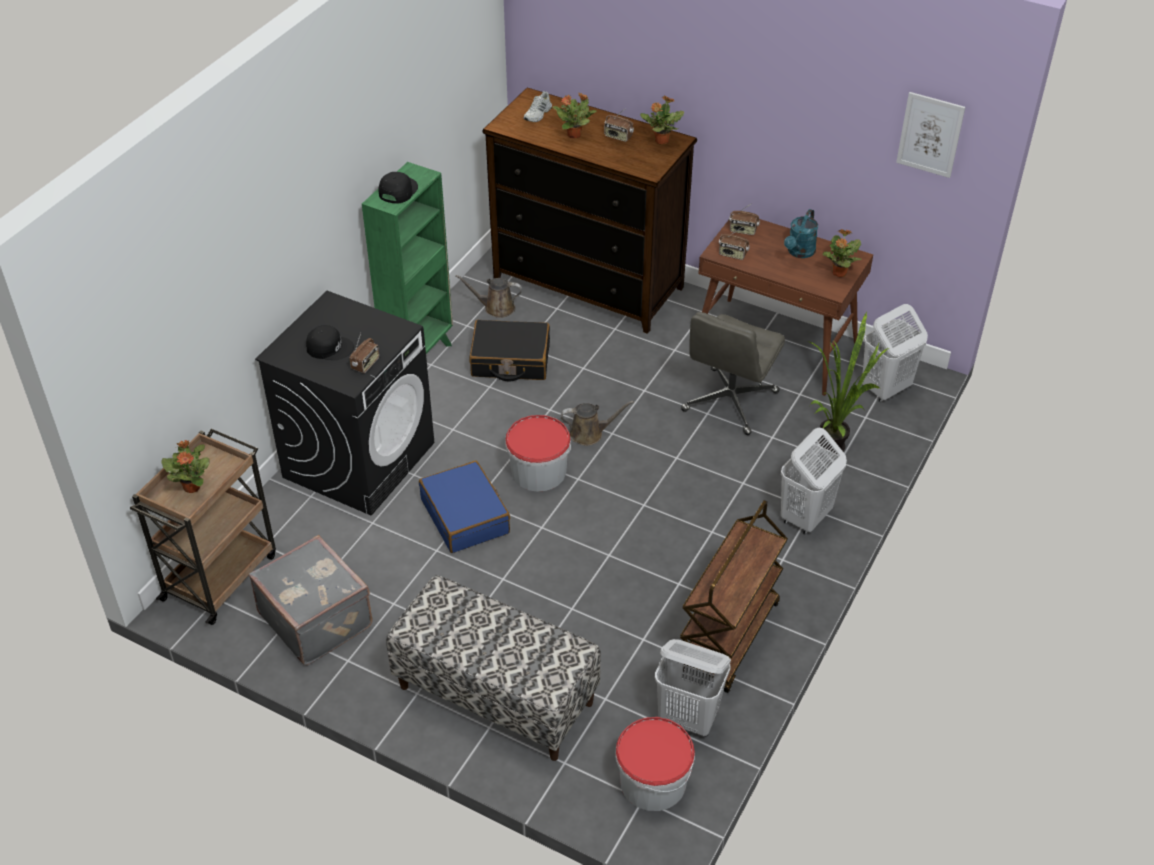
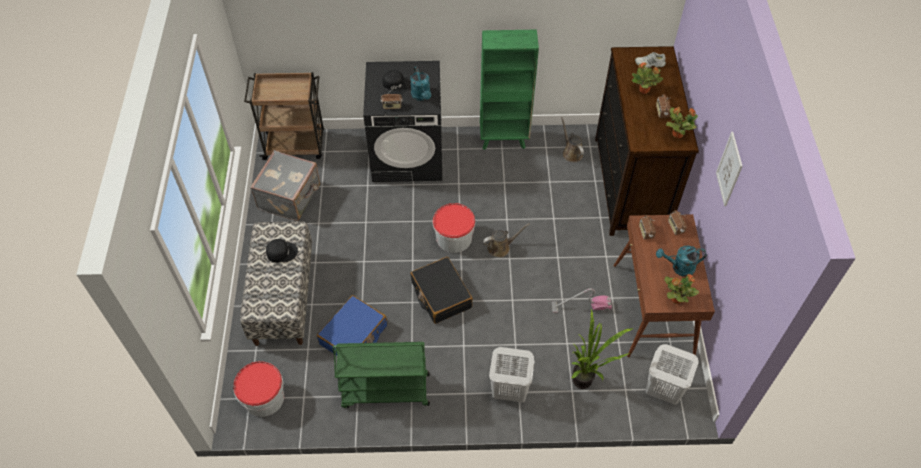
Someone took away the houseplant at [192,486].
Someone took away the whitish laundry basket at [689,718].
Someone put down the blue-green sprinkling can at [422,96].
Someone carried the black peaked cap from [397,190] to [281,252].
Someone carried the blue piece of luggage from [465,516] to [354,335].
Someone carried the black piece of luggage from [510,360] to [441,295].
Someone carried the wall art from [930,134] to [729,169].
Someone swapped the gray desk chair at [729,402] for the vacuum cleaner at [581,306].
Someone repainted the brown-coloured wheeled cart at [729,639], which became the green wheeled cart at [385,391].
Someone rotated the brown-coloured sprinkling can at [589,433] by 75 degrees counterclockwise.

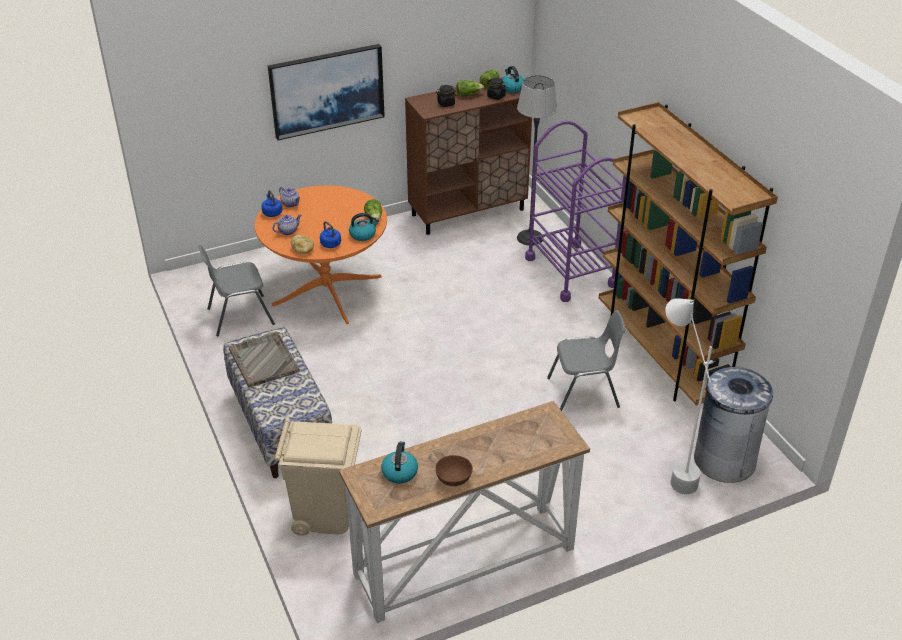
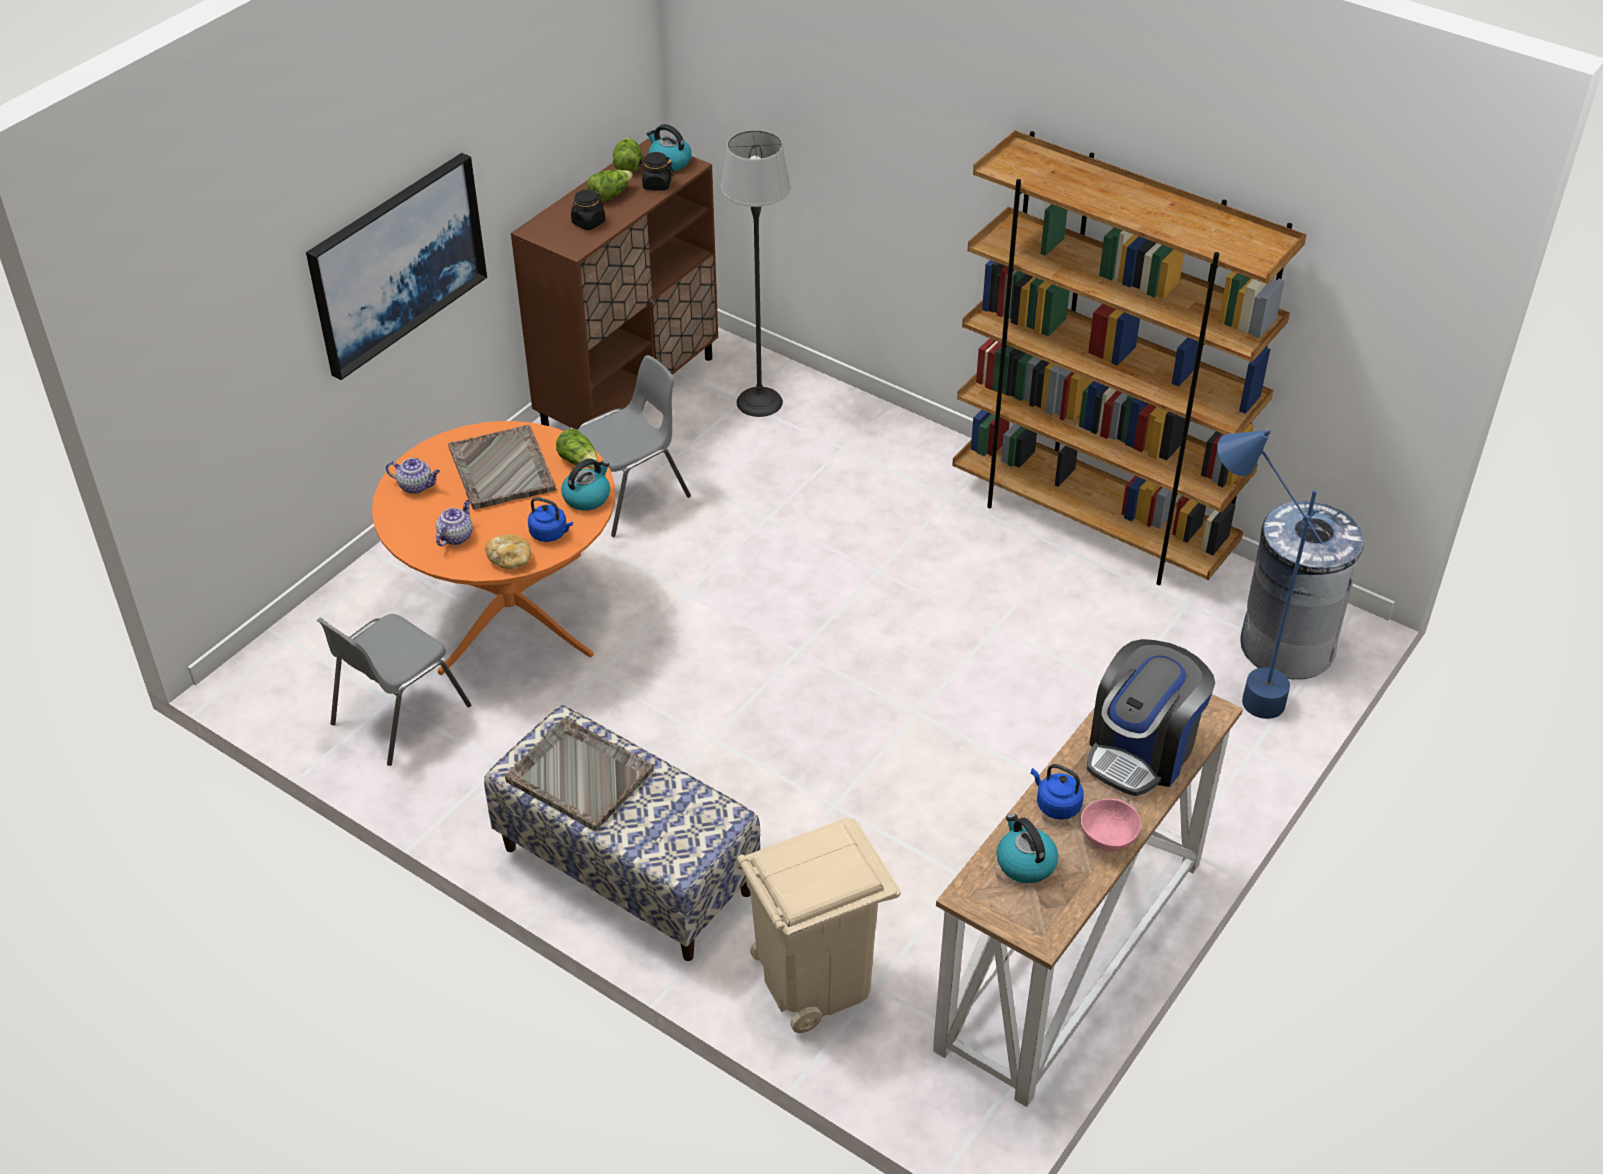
Someone took away the purple-coloured wheeled cart at [571,271].
Someone put down the gray serving tray at [502,470].
Someone put down the coffee machine at [1142,750].
Someone carried the blue tea kettle from [272,212] to [1056,805].
Someone carried the gray chair from [584,393] to [631,495].
Someone repainted the brown-coloured serving bowl at [453,480], which became the pink-coloured serving bowl at [1107,840].
Someone repainted the whitish standing lamp at [670,468], which became the blue standing lamp at [1230,688].

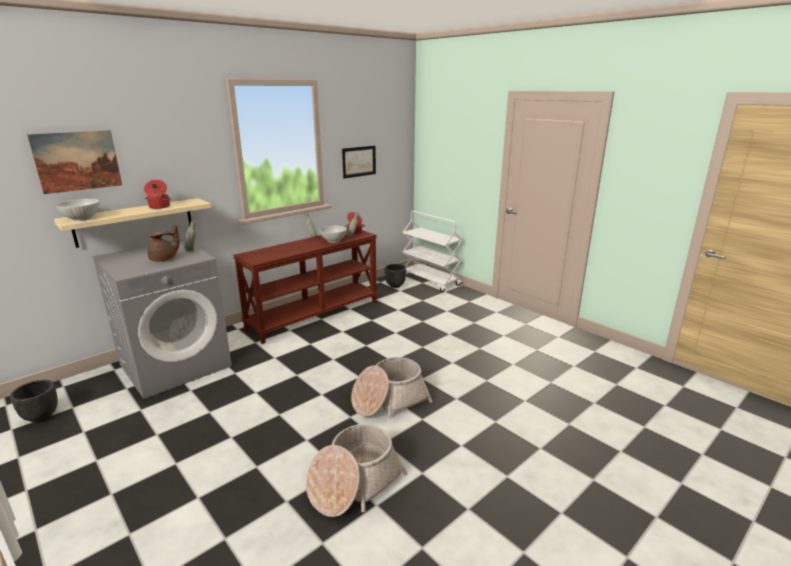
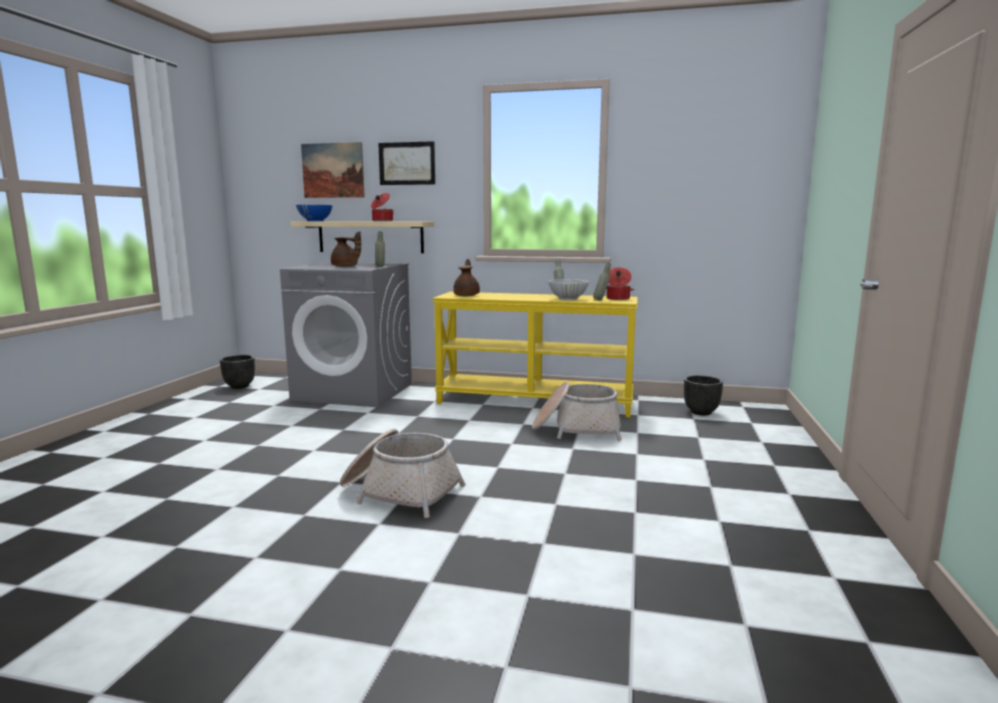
Someone took away the whitish wheeled cart at [430,280].
Someone put down the brown-coloured pot for tea at [467,295].
Someone carried the basket from [354,483] to [576,429].
Someone carried the wall art from [359,161] to [407,163].
Someone repainted the whitish serving bowl at [82,219], which became the blue serving bowl at [315,221].
Someone repainted the brown-coloured narrow table at [314,315], which became the yellowish narrow table at [535,402].

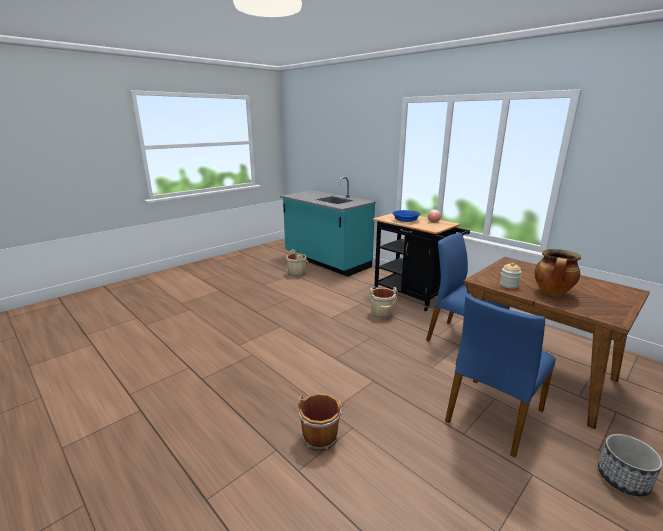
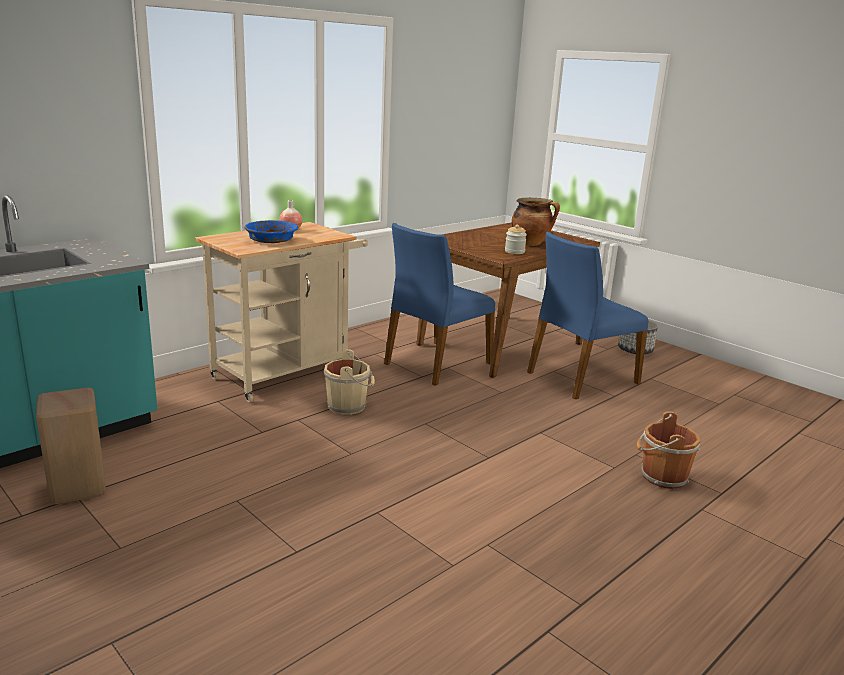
Someone swapped the beige water bucket at [297,273] for the beige sitting stool at [76,489].
Someone repainted the black wheeled cart at [414,296], which became the beige wheeled cart at [288,372].
Someone rotated the blue chair at [493,415] by 105 degrees clockwise.

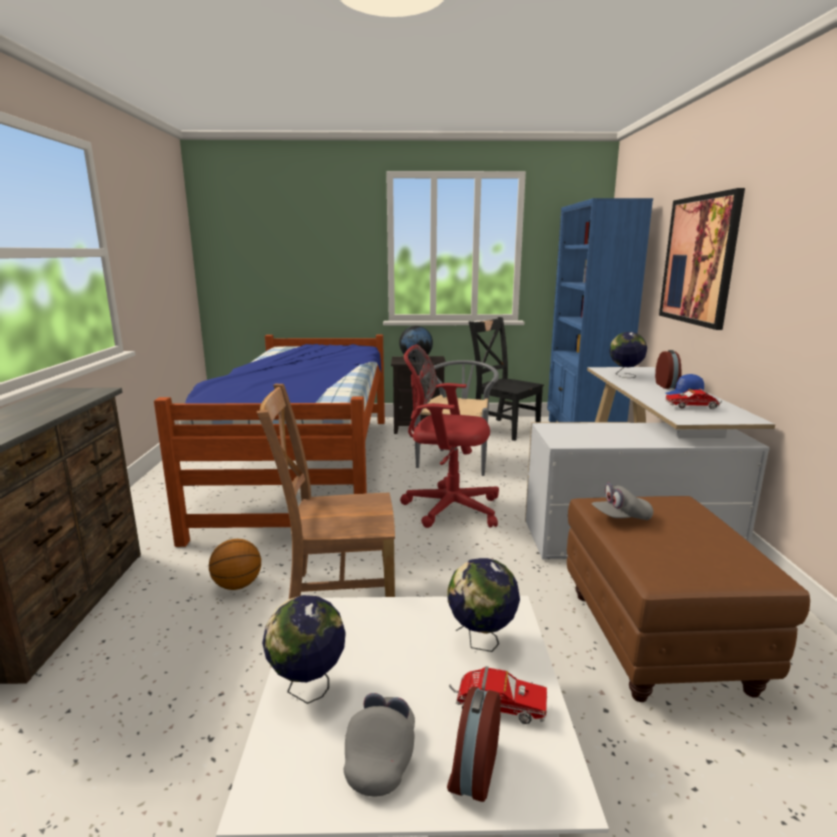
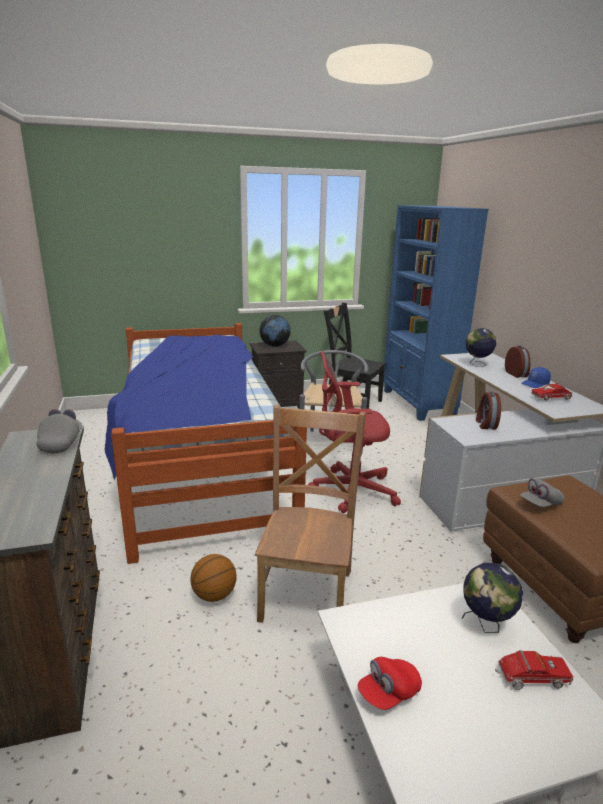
Someone took away the wall art at [699,260].
Someone carried the gray peaked cap from [381,756] to [61,443].
Someone carried the bedside clock from [472,769] to [485,424].
Someone swapped the desk globe at [308,689] for the red-coloured peaked cap at [388,693].
Someone rotated the brown-coloured chair at [336,596] by 120 degrees clockwise.

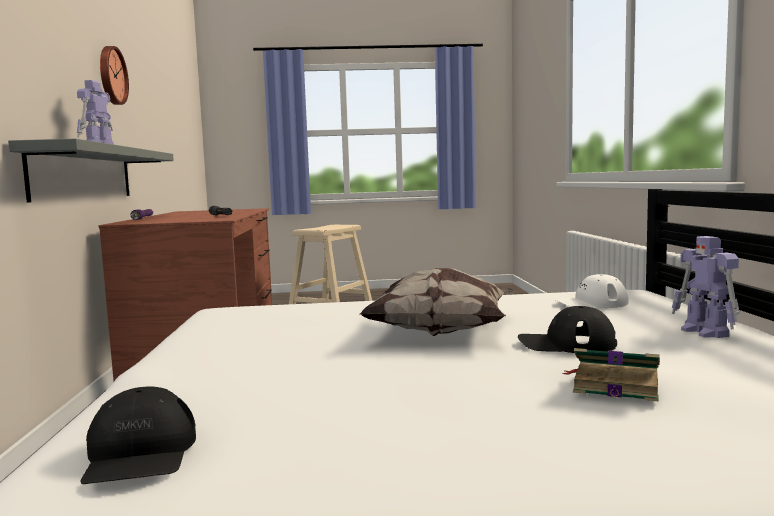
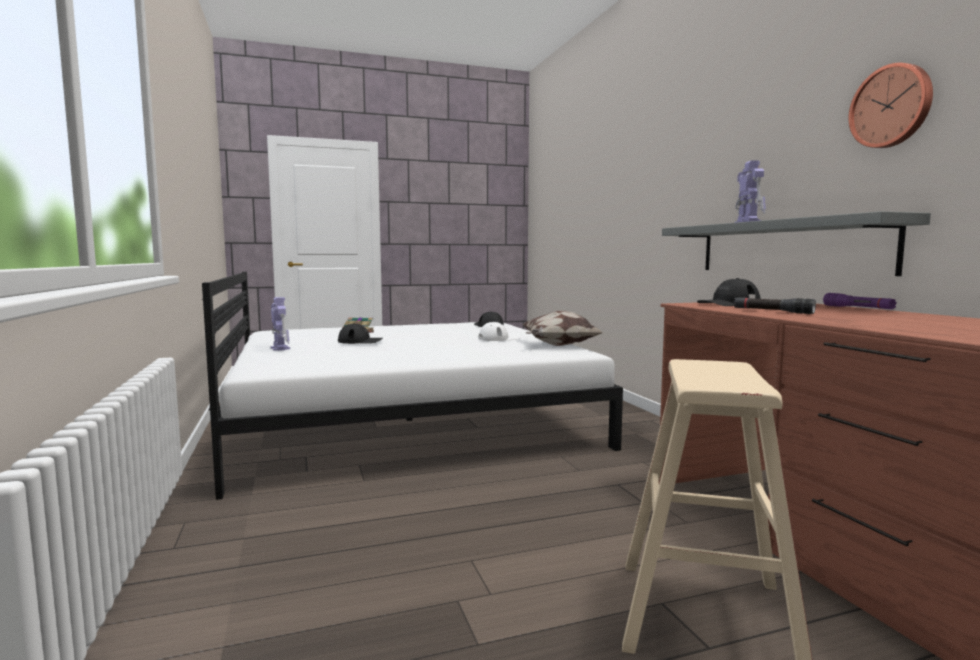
Someone put down the black peaked cap at [728,304].
Someone carried the pillow from [443,332] to [559,345].
Someone carried the whitish peaked cap from [591,303] to [499,338].

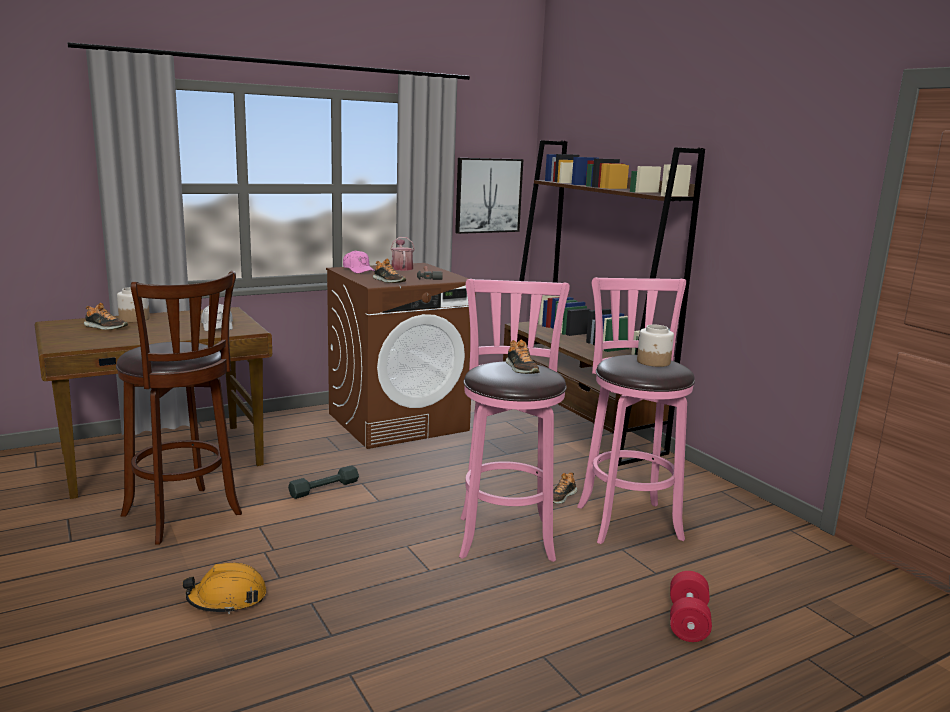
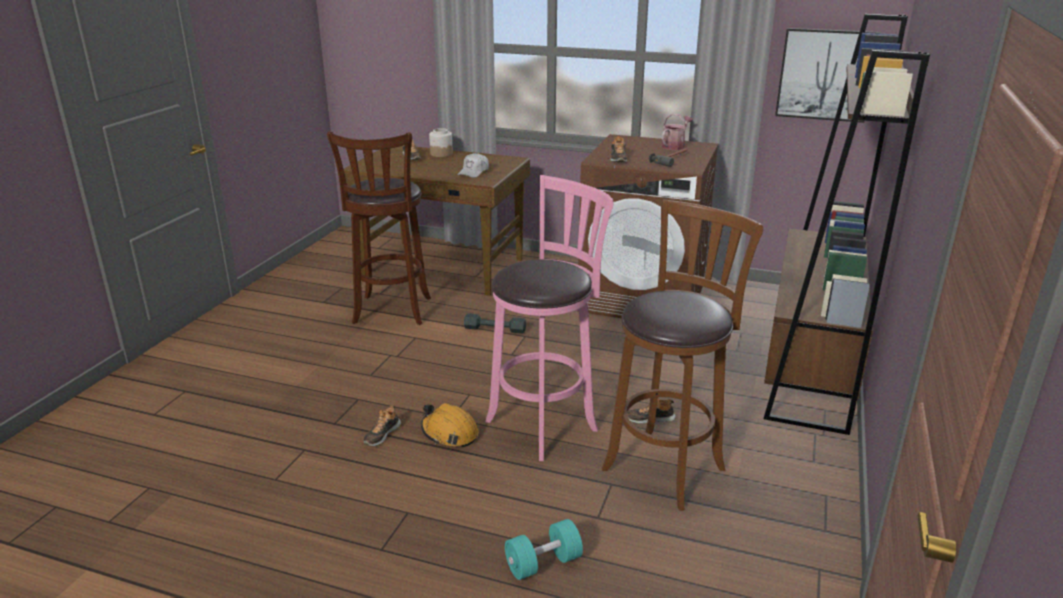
Someone took away the pink-coloured peaked cap at [358,270].
Someone took away the jar at [653,362].
Someone carried the orange-coloured hard hat from [227,599] to [449,433].
Someone carried the low shoe from [521,369] to [381,434].
Someone repainted the pink-coloured sitting stool at [626,519], which became the brown-coloured sitting stool at [667,466].
Someone repainted the red-coloured hand weight at [687,621], which became the blue-green hand weight at [543,563].

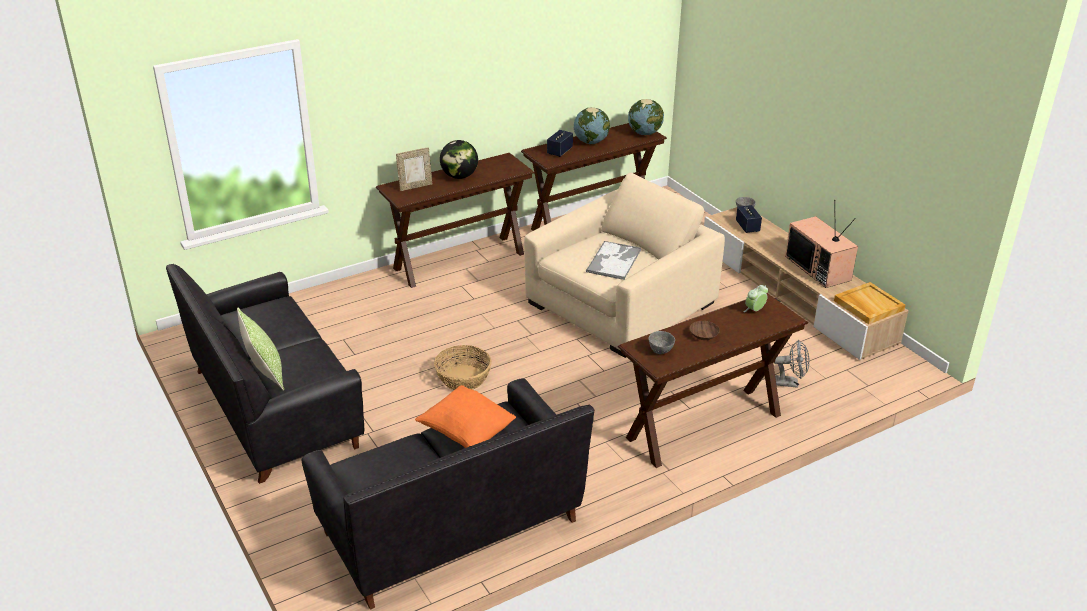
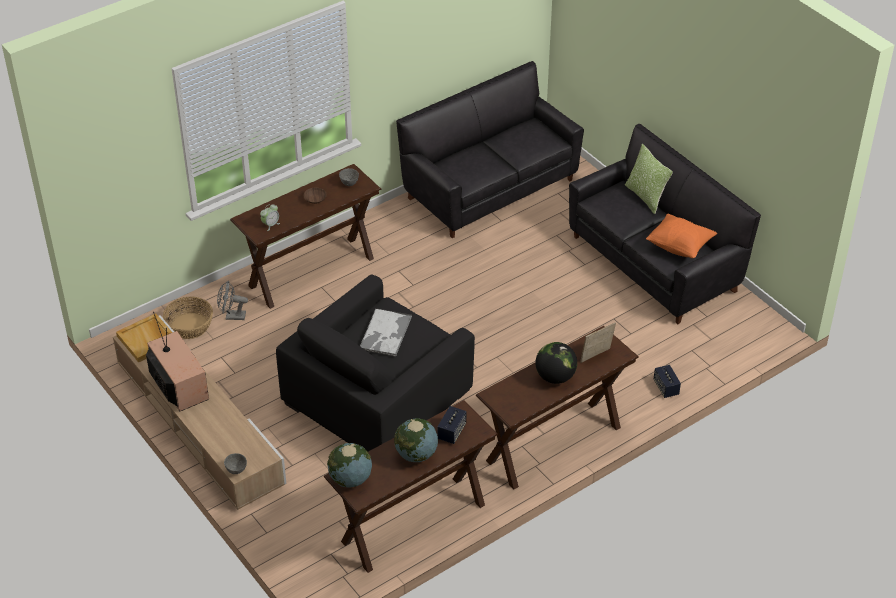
Someone carried the orange-coloured pillow from [466,433] to [679,247].
Someone carried the basket from [463,378] to [190,326].
Someone carried the speaker from [747,227] to [666,388].
Someone repainted the beige lounge chair at [621,304], which became the black lounge chair at [377,395].

